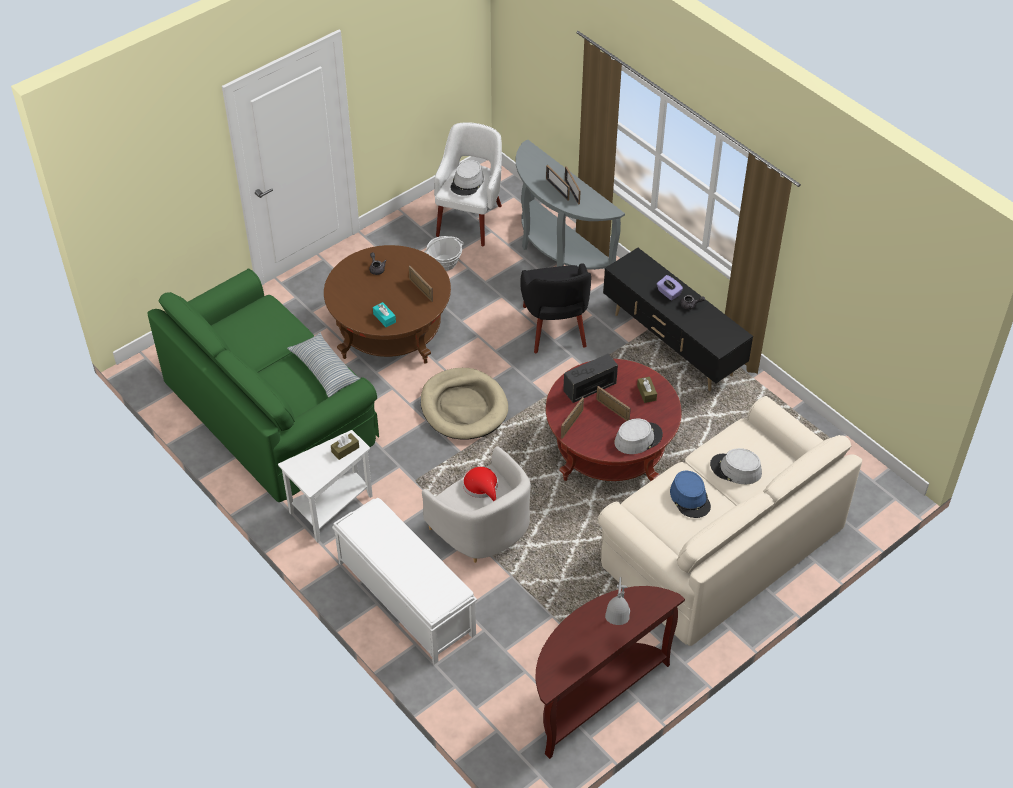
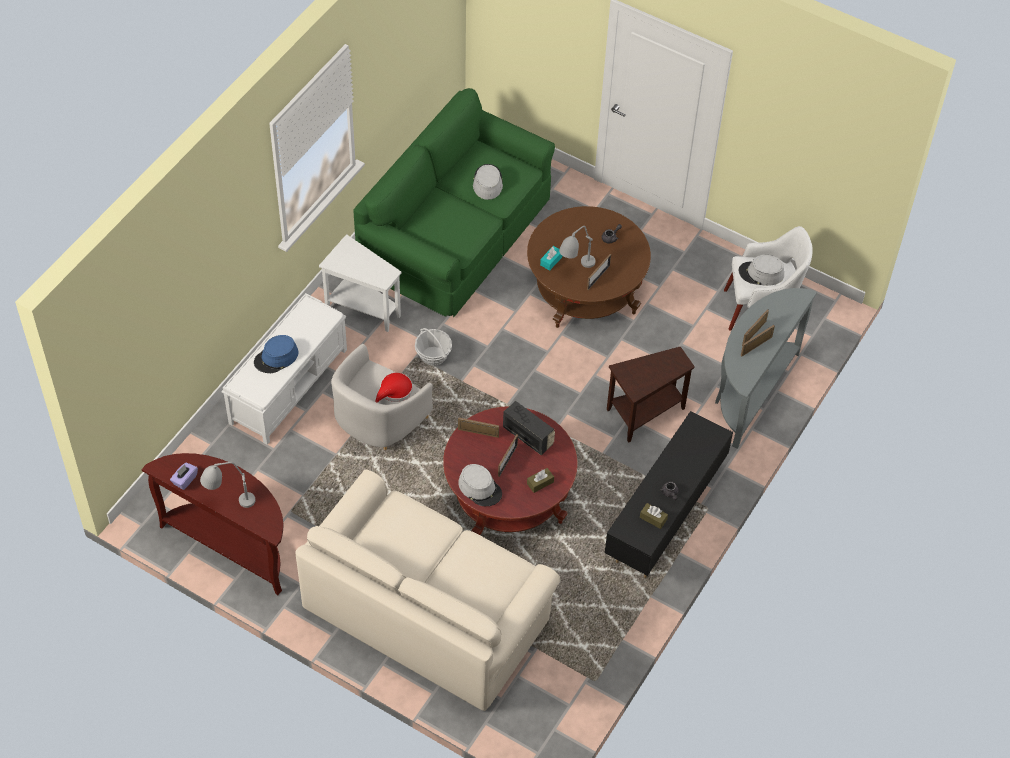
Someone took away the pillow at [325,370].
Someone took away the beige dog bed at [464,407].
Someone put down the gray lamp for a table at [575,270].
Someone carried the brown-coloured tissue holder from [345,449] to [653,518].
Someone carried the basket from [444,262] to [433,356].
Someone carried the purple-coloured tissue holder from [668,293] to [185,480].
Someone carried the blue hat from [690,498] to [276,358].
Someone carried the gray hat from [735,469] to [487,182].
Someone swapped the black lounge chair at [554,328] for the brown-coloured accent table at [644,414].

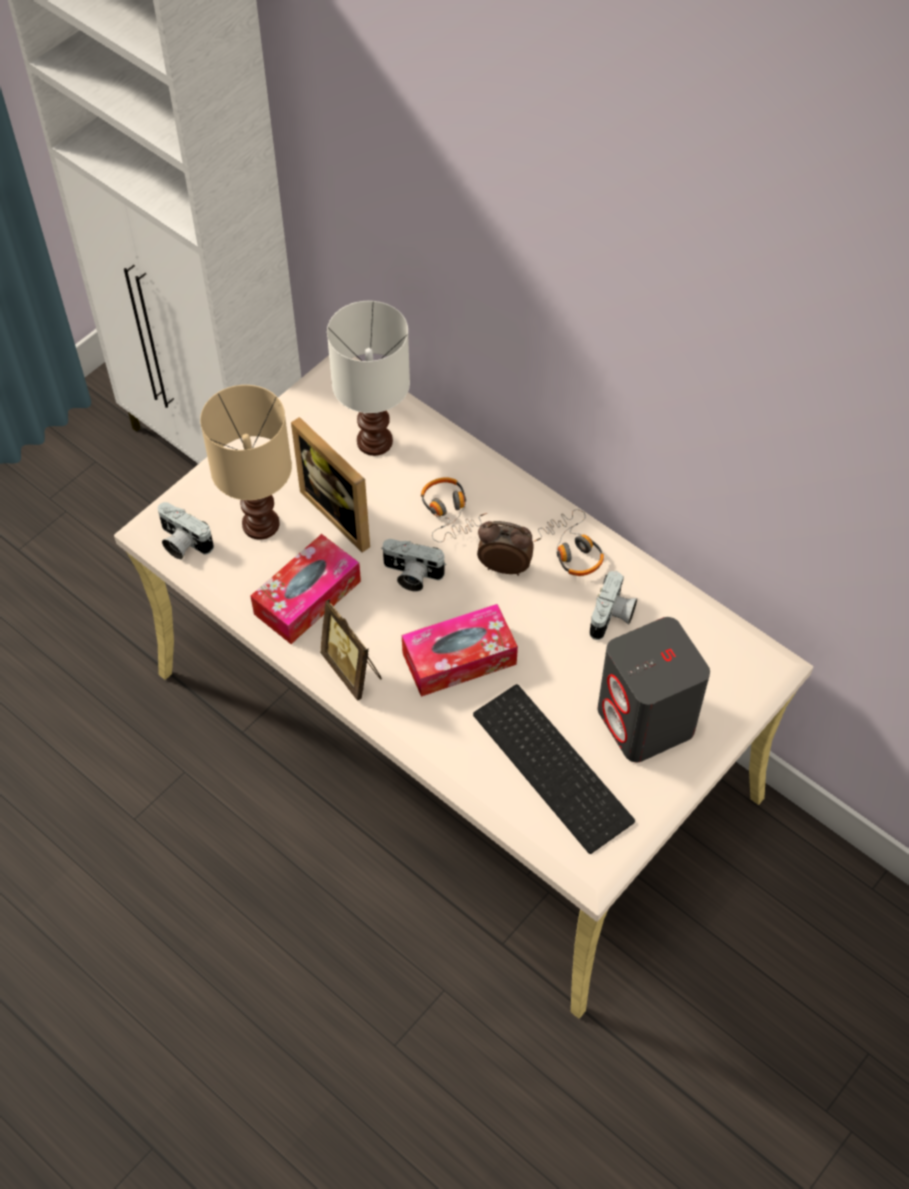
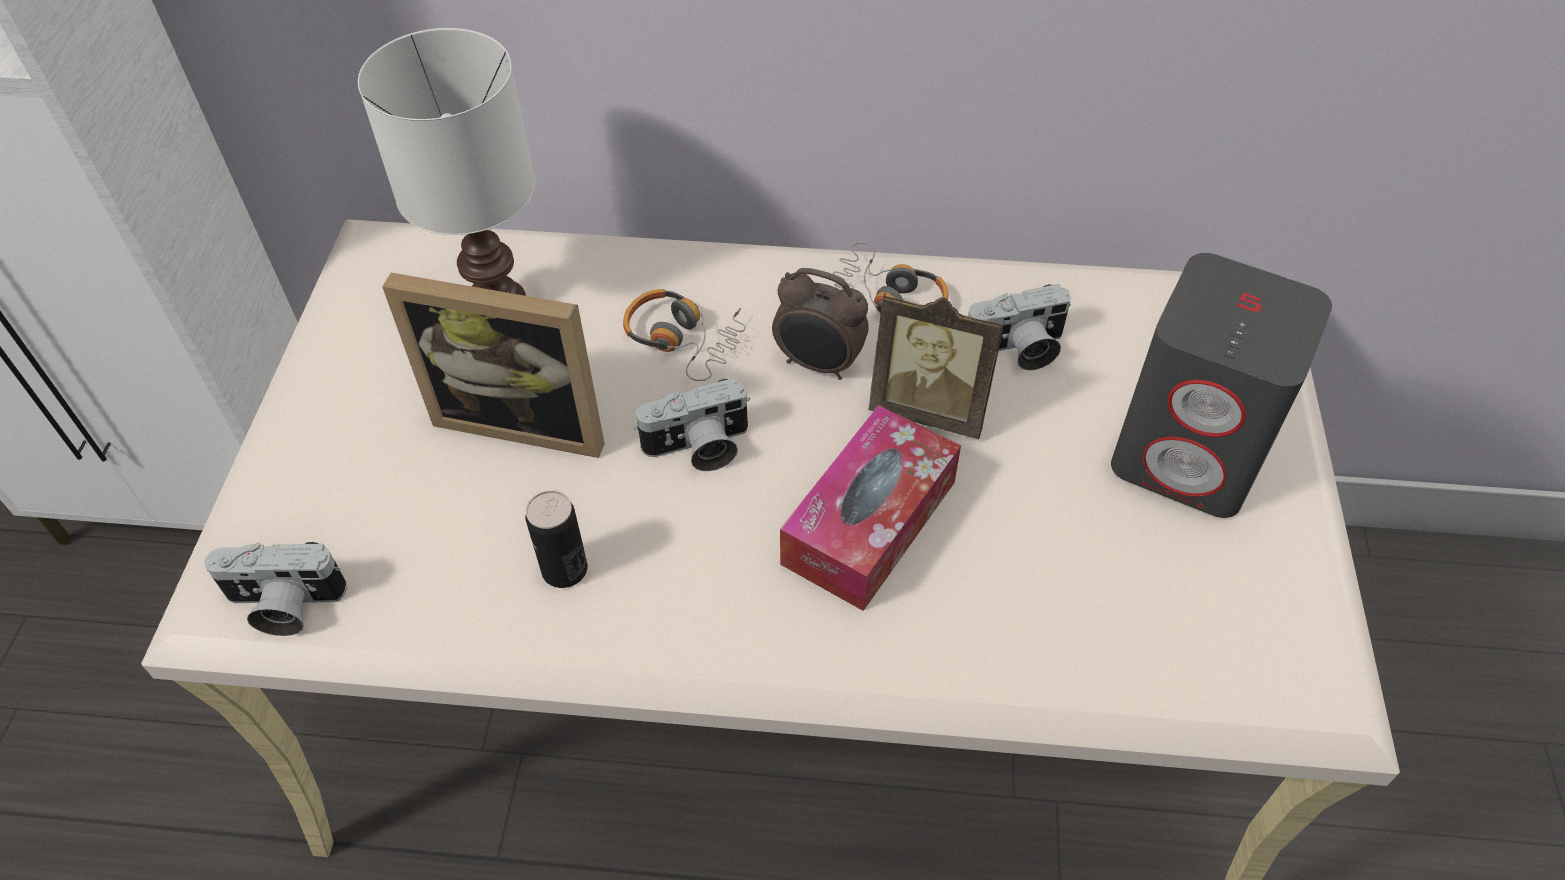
Someone took away the beige lamp for a table at [260,523].
Someone took away the keyboard at [556,767].
Someone carried the standing frame from [353,670] to [930,408].
Someone swapped the tissue holder at [307,597] for the can at [564,569].
Someone rotated the bedside clock at [504,566] by 135 degrees counterclockwise.
Someone rotated the still camera at [612,617] by 90 degrees clockwise.

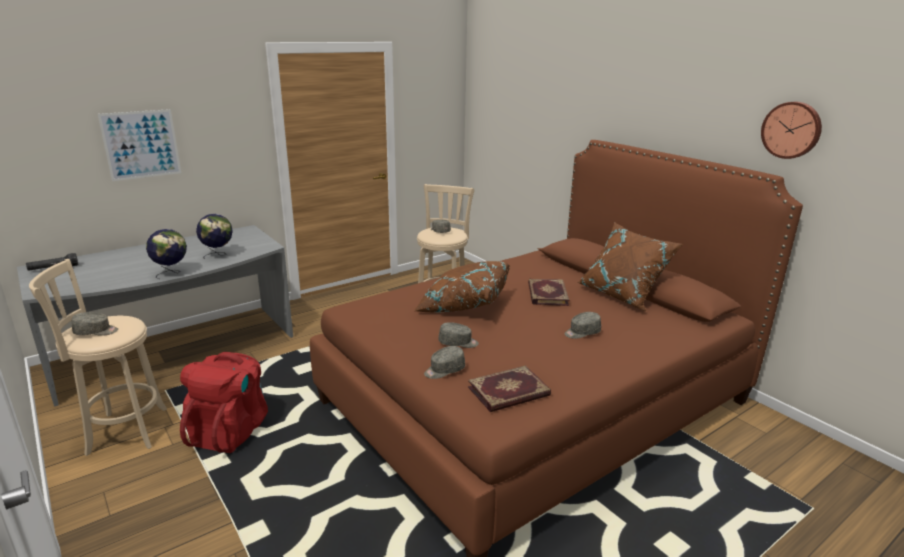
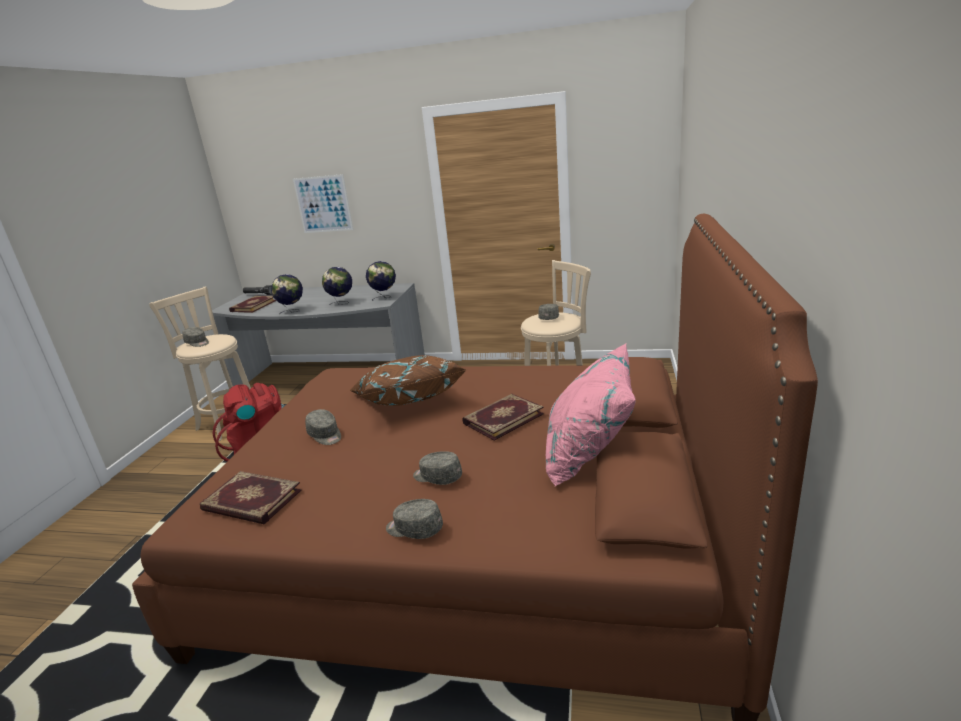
Someone took away the hanging clock at [792,130].
Someone put down the volume at [253,306].
Someone put down the desk globe at [384,298].
Someone carried the gray peaked cap from [444,370] to [414,529].
Someone repainted the brown-coloured pillow at [623,295], which became the pink-coloured pillow at [589,454].

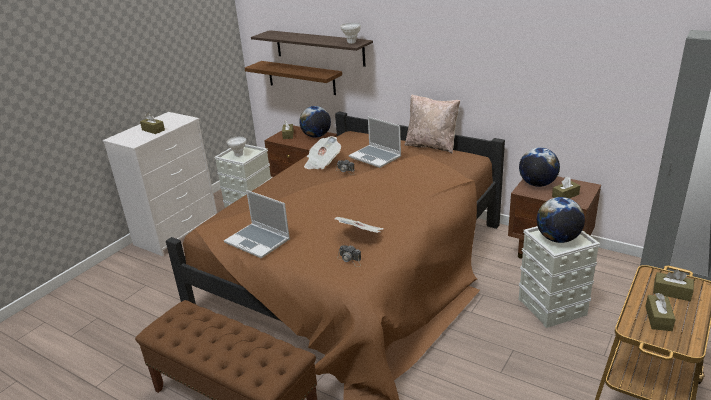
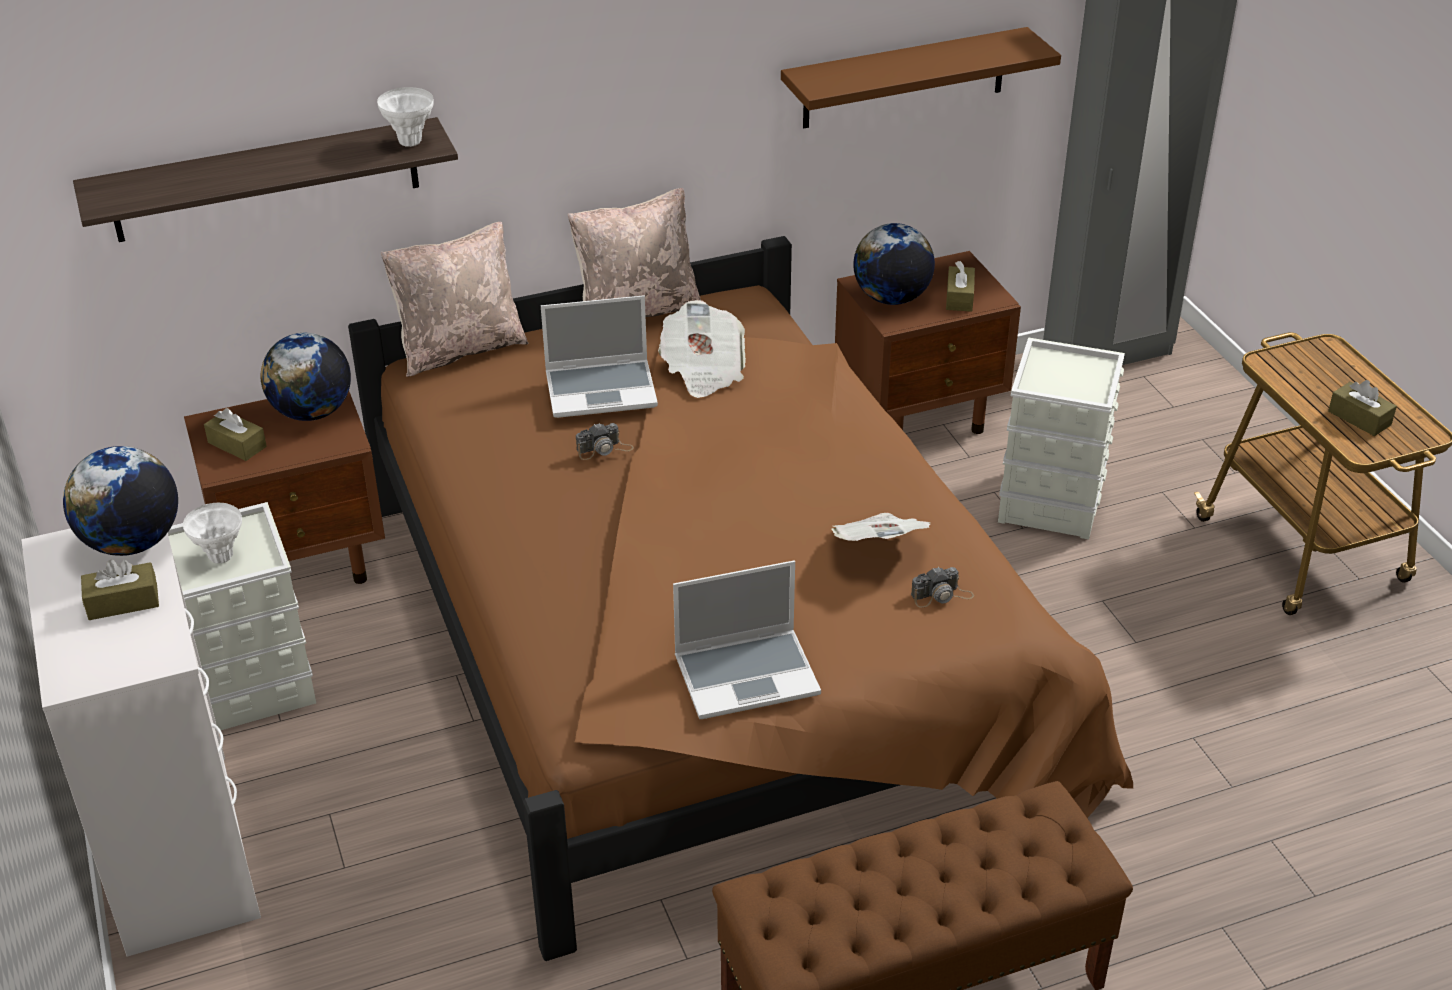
Someone took away the brown-coloured tissue holder at [671,292].
Someone put down the beige pillow at [460,349].
Someone carried the brown-coloured bracket shelf from [301,77] to [904,78].
Someone carried the newspaper from [322,163] to [703,370].
Someone carried the desk globe from [558,239] to [132,542].

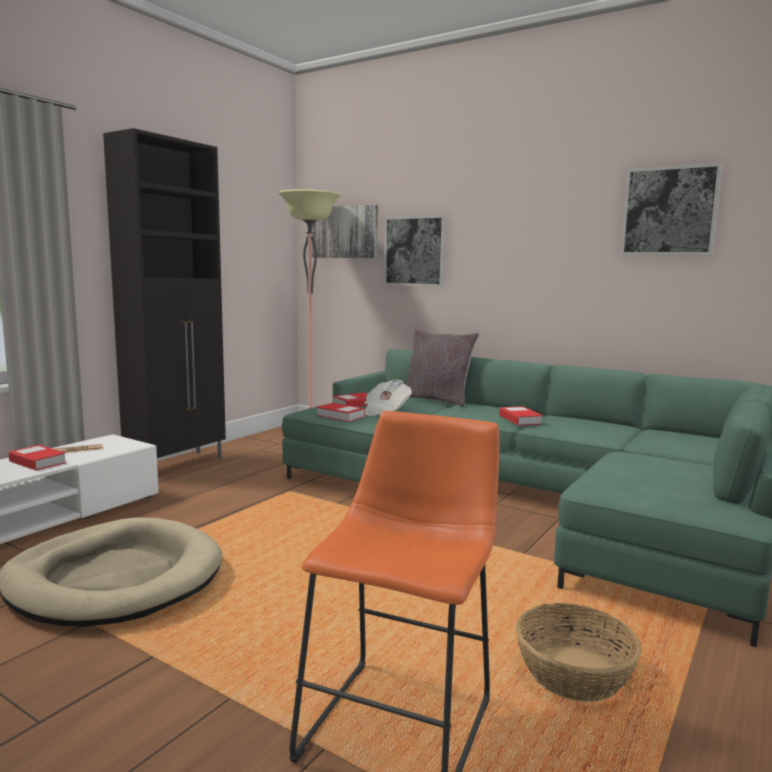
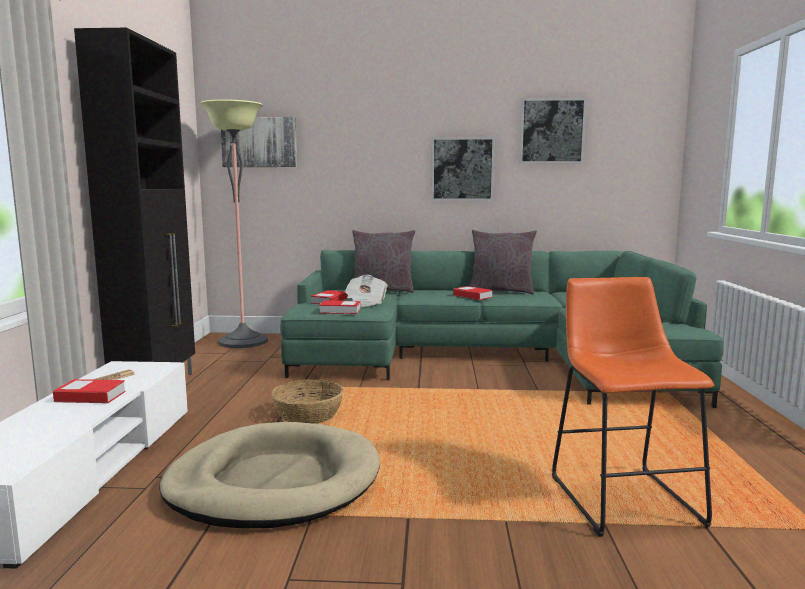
Someone put down the gray pillow at [501,291].
Someone carried the wall art from [415,251] to [462,169].
Someone carried the basket from [573,672] to [308,415].

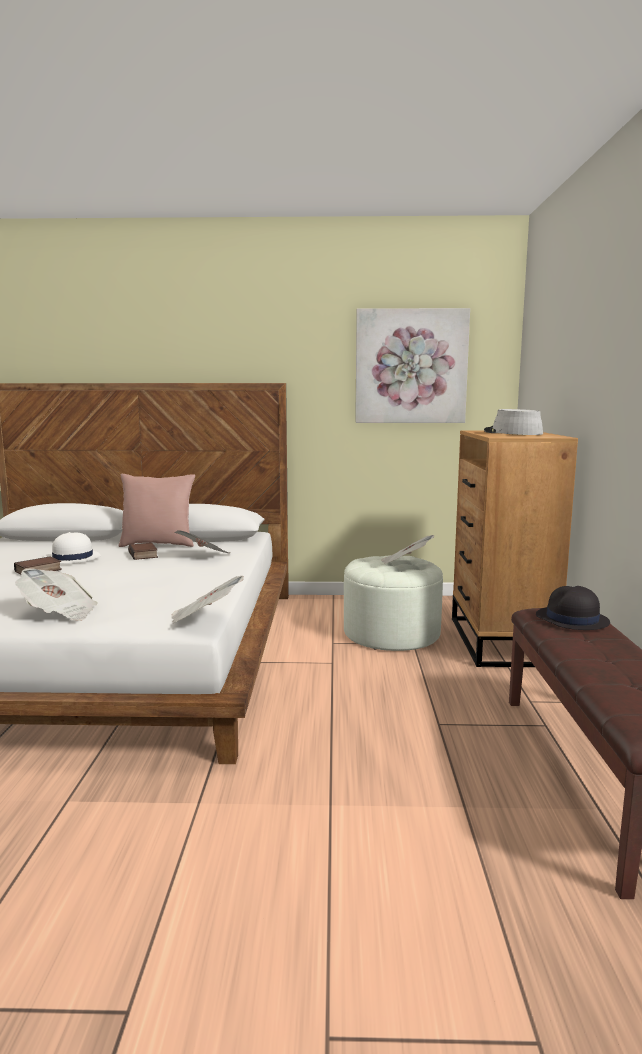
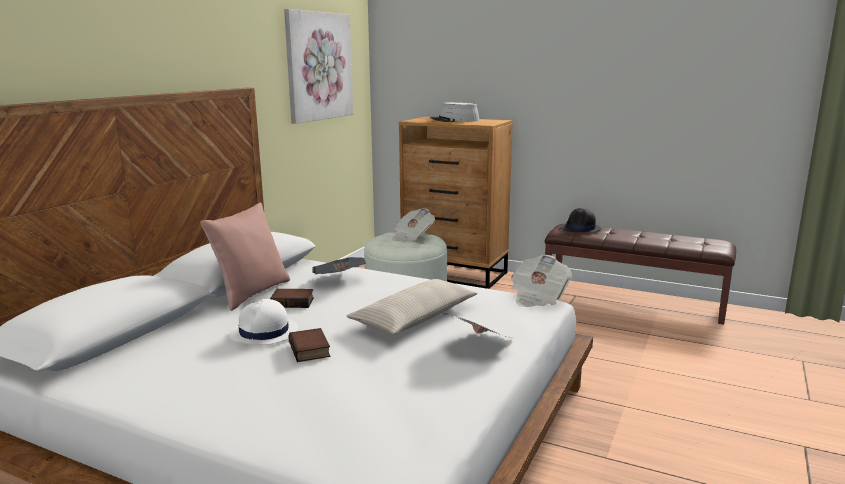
Someone put down the beige pillow at [415,318].

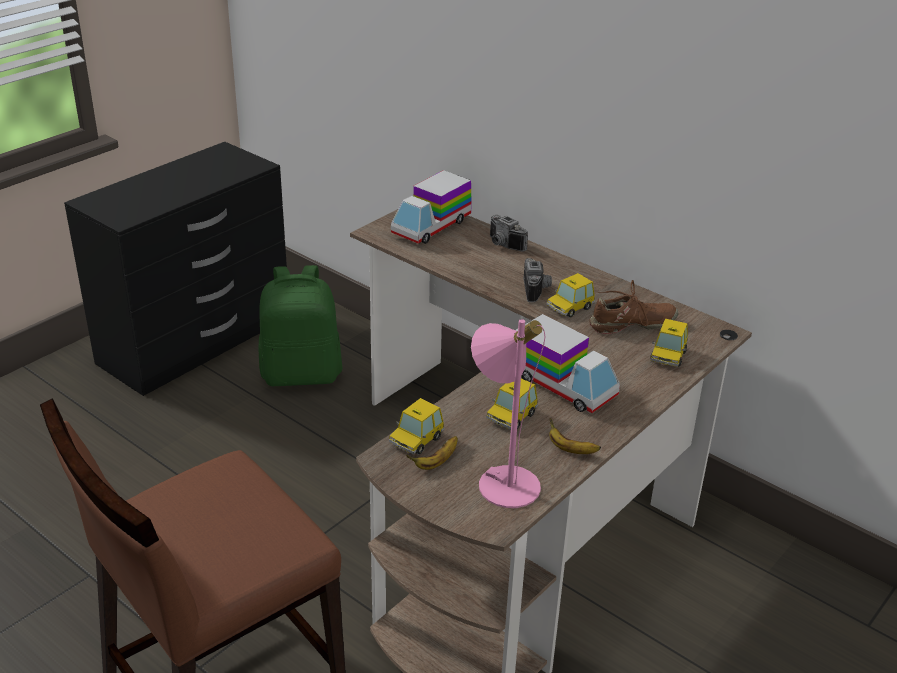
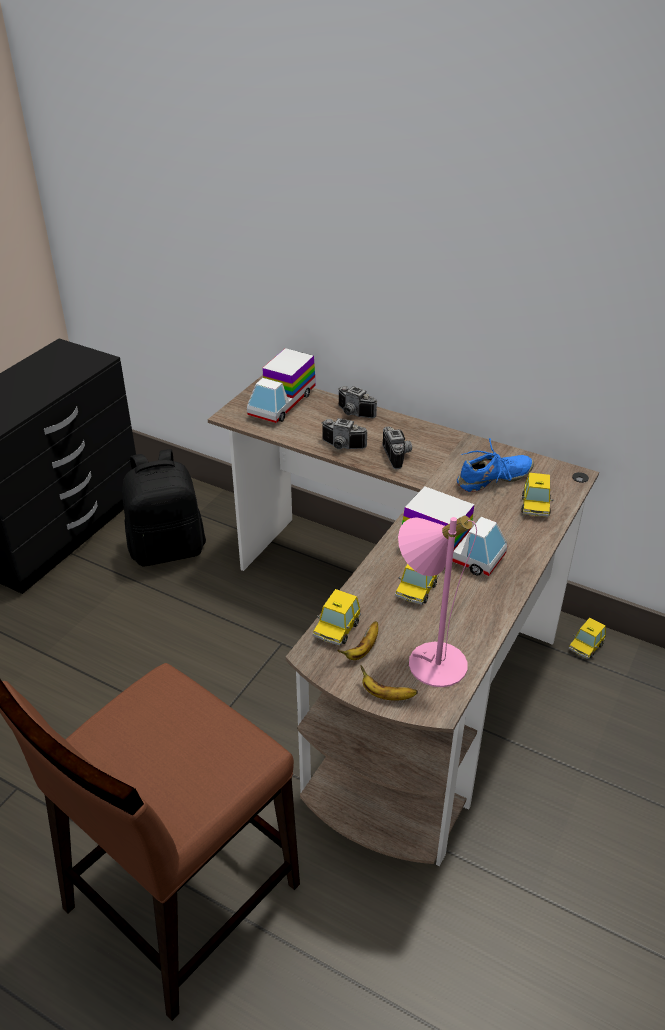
Someone put down the still camera at [341,447].
Someone carried the model car from [570,307] to [586,646].
Someone carried the banana fruit from [570,449] to [386,695].
Someone repainted the green knapsack at [302,373], which became the black knapsack at [168,549].
Someone repainted the brown-coloured low shoe at [631,325], which became the blue low shoe at [493,480].

